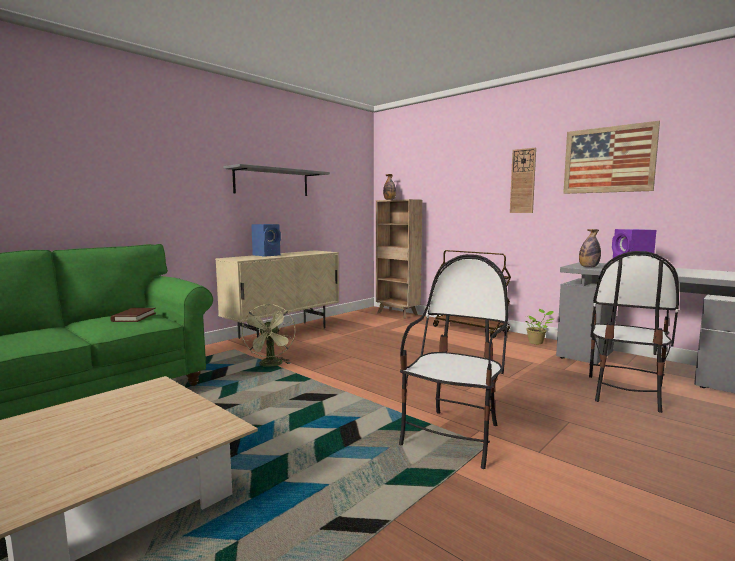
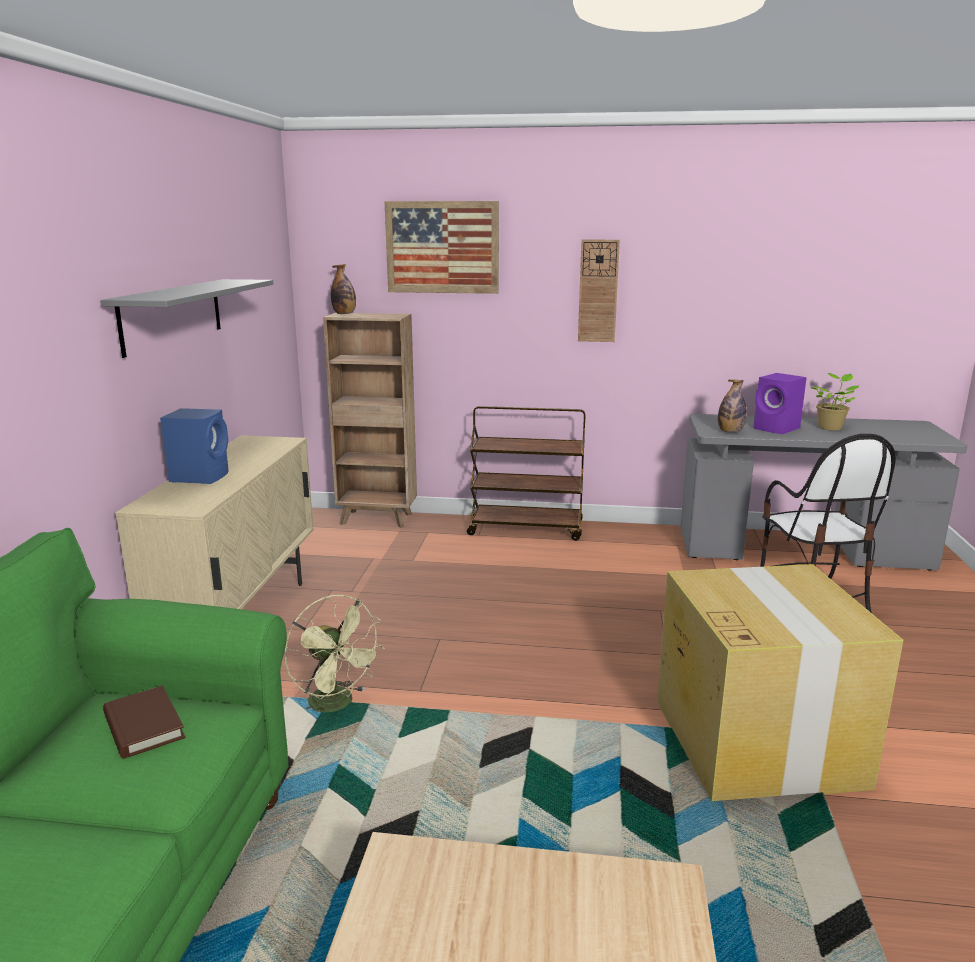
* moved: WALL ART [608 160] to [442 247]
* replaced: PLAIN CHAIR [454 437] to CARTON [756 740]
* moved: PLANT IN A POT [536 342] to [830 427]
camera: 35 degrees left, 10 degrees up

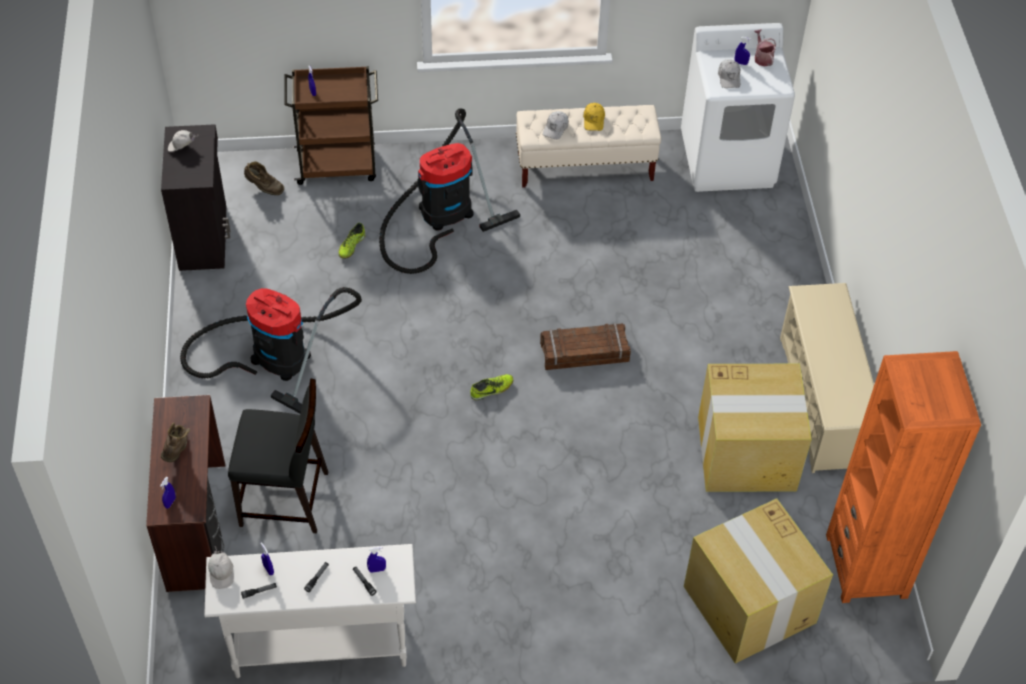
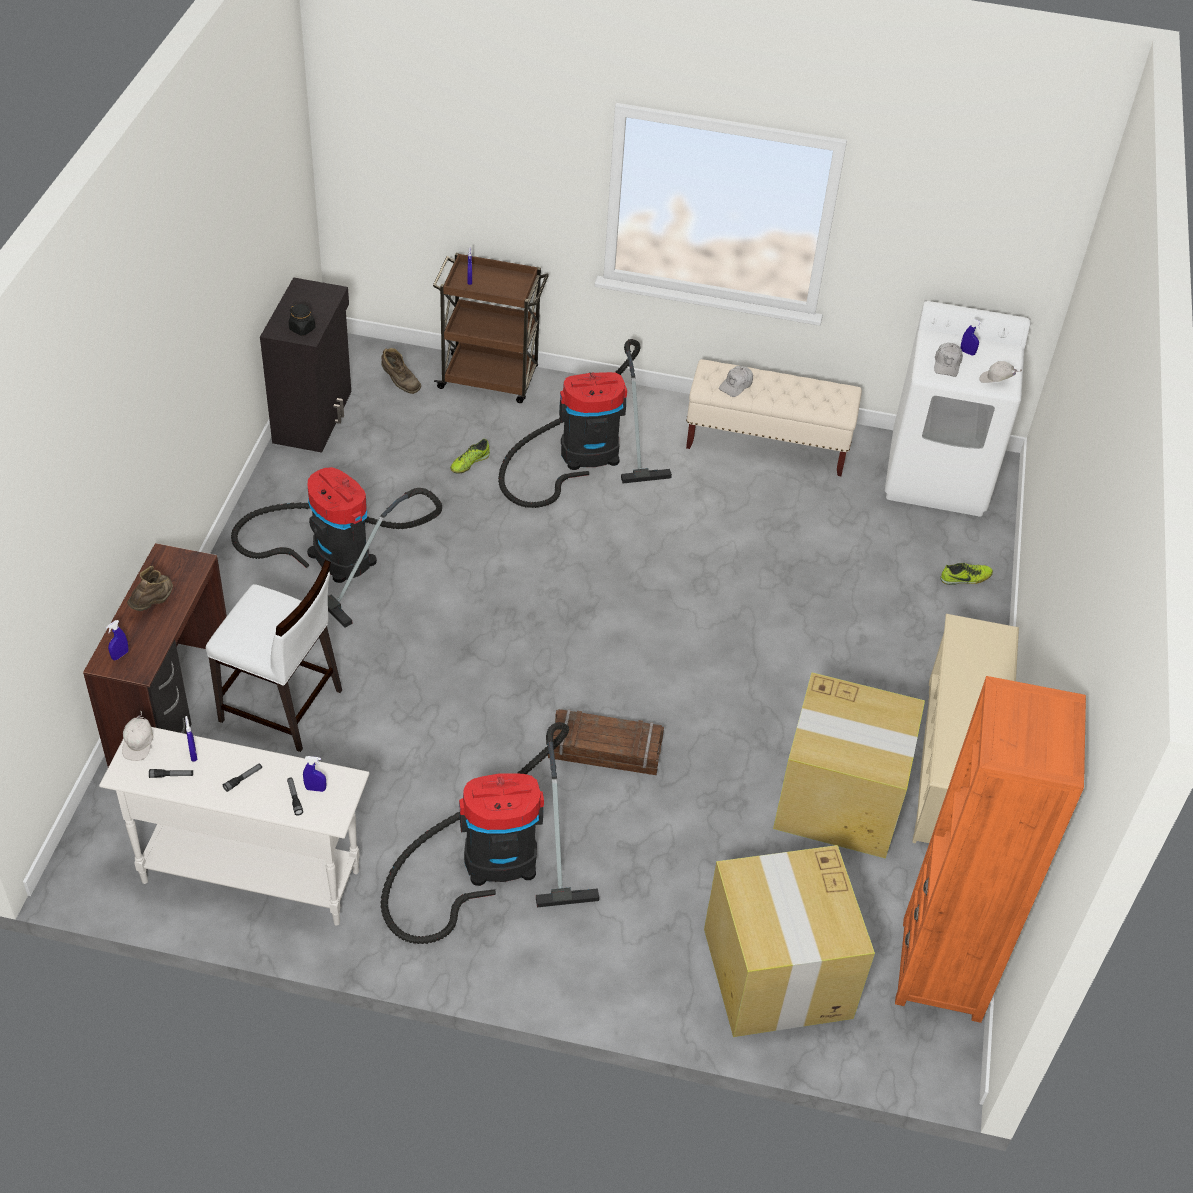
* removed: WATERING CAN [762 57]
* removed: YELLOW BASEBALL CAP [594 120]
* moved: WHITE BASEBALL CAP [182 147] to [996 381]
* moved: SHIPPING CRATE [584 353] to [605 750]
* moved: ITEM OF FOOTWEAR [492 390] to [965 578]
* recoloured: BLACK PLAIN CHAIR [285 499] to WHITE PLAIN CHAIR [281 706]
* added: BLACK STORAGE JAR [302 329]
* added: VACUUM [491 862]
camera: 15 degrees right, 5 degrees down

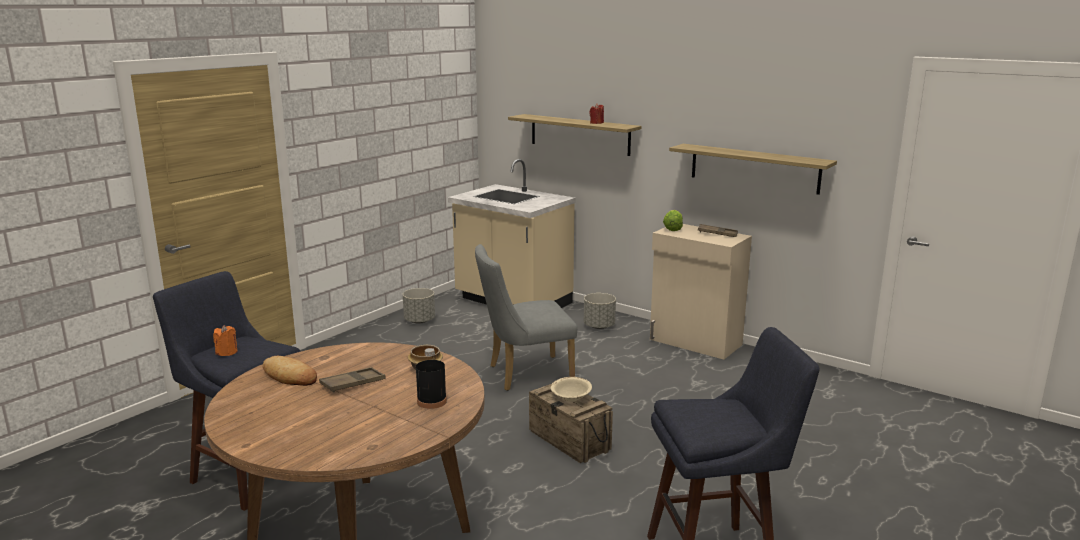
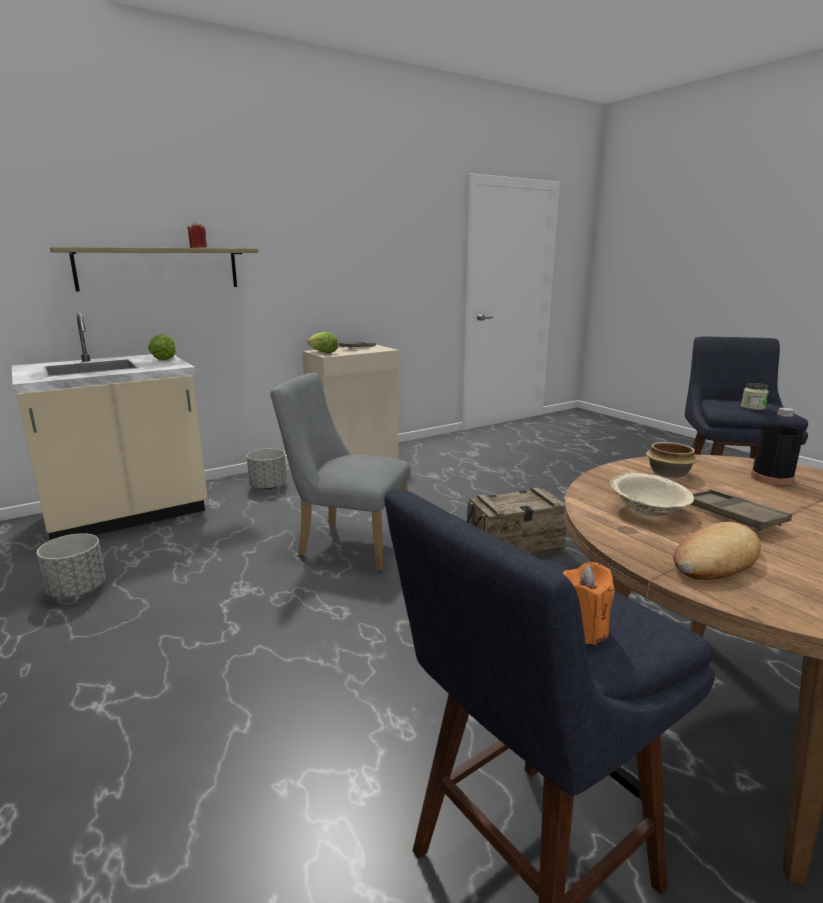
* removed: BRACKET SHELF [754 168]
* turned: GRAY PLAIN CHAIR [524 374] = [346 544] 105 degrees clockwise
* moved: BEIGE-COLOURED DEEP DISH [571 397] to [648 510]
* added: LETTUCE [164 359]
* added: STORAGE JAR [752 407]
camera: 70 degrees left, 0 degrees up

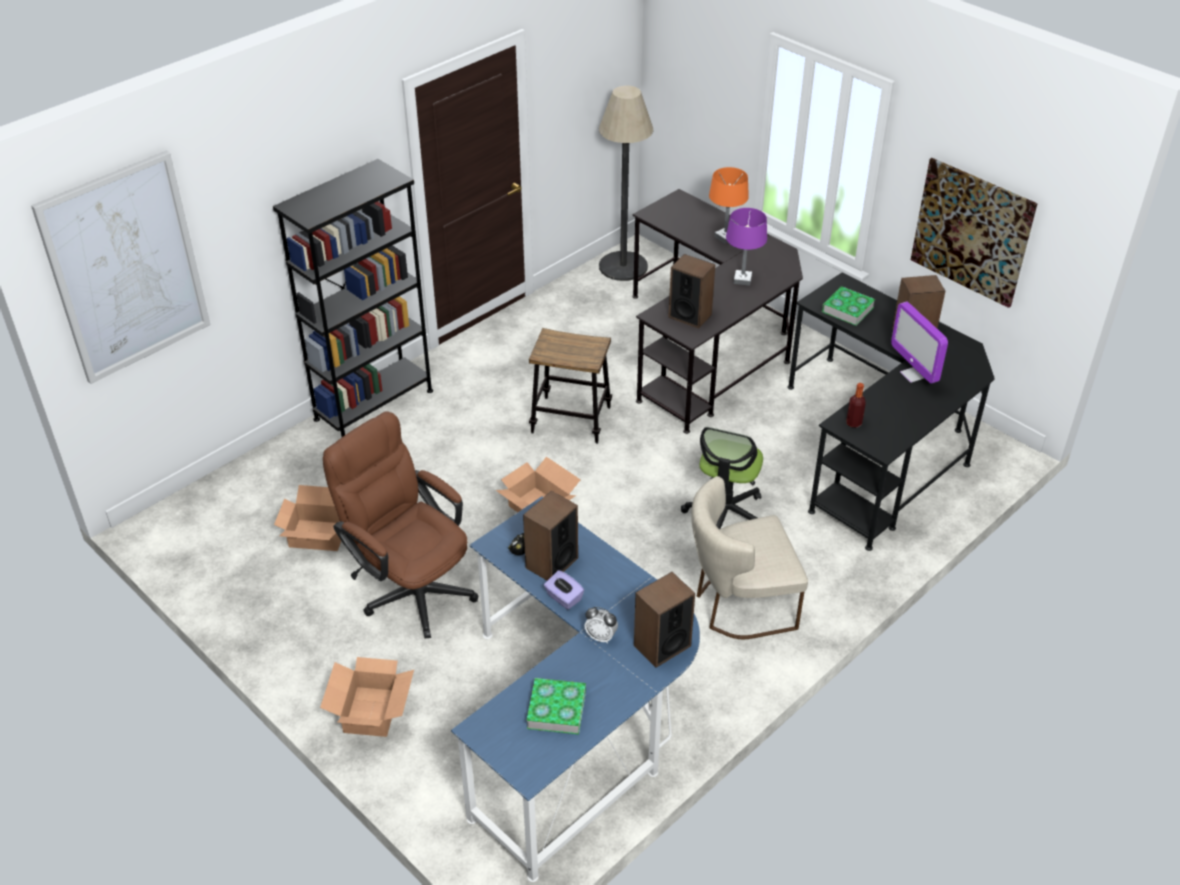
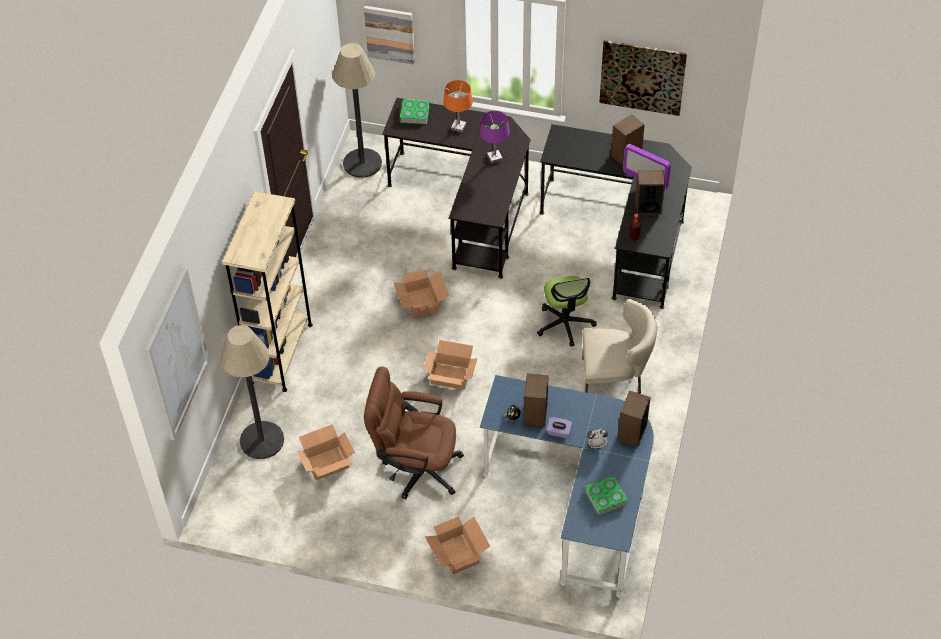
* recoloured: BLACK SHELVING UNIT [374 405] to BEIGE-COLOURED SHELVING UNIT [281 354]
* moved: SPEAKER [690 315] to [648 207]
* moved: VOLUME [847 309] to [414 114]
* replaced: STOOL [571 420] to CARTON [421 303]
* turned: BEIGE-COLOURED PLAIN CHAIR [738 605] = [614 381] 135 degrees counterclockwise
* added: WALL ART [390 34]
* added: FLOOR LAMP [262 440]
camera: 30 degrees left, 10 degrees up

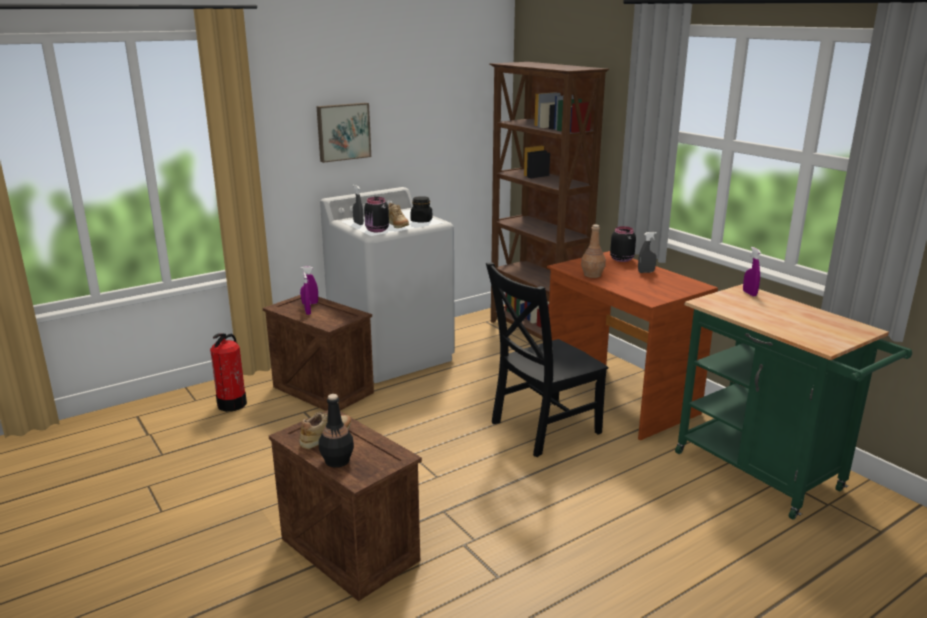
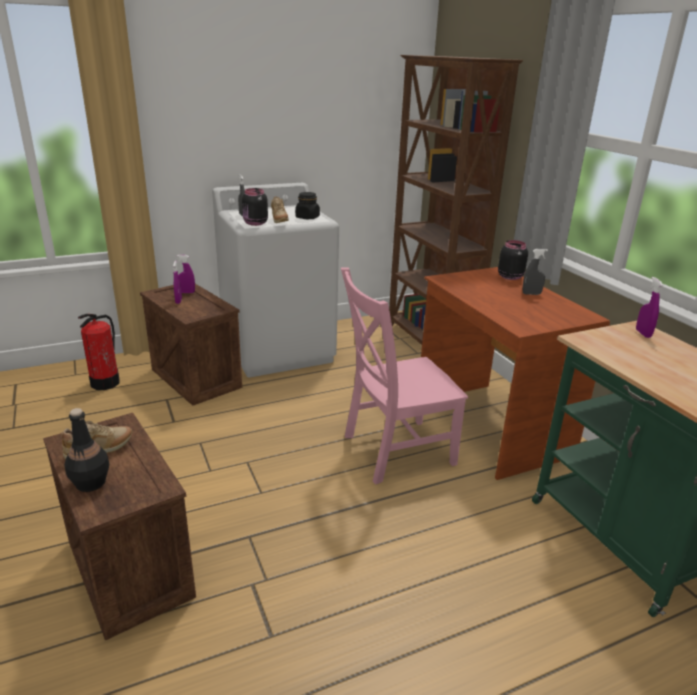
* removed: WALL ART [343 131]
* removed: BROWN-COLOURED DRINK BOTTLE [592 275]
* recoloured: BLACK PLAIN CHAIR [541 429] to PINK PLAIN CHAIR [394 450]
camera: 10 degrees right, 5 degrees up

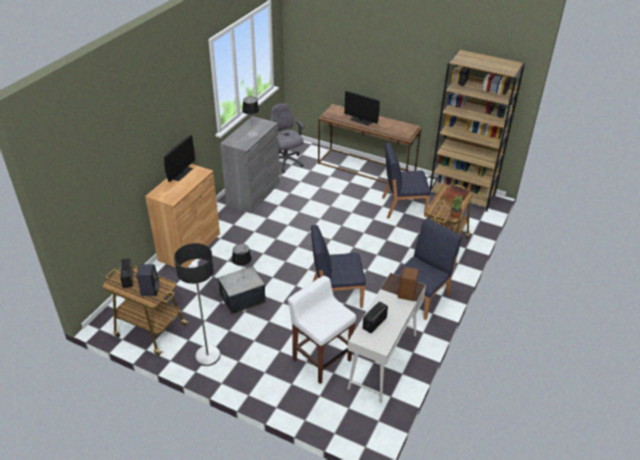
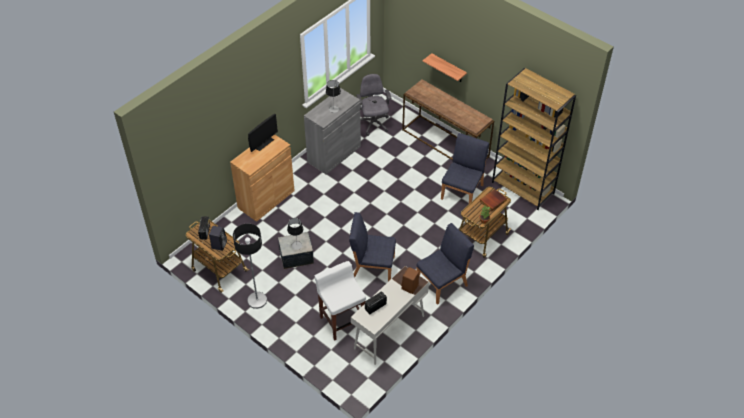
* removed: MONITOR [361 120]
* turned: BLUE-COLOURED PLAIN CHAIR [403 207] = [462 191] 105 degrees clockwise
* added: BRACKET SHELF [448 68]
camera: 15 degrees right, 10 degrees up

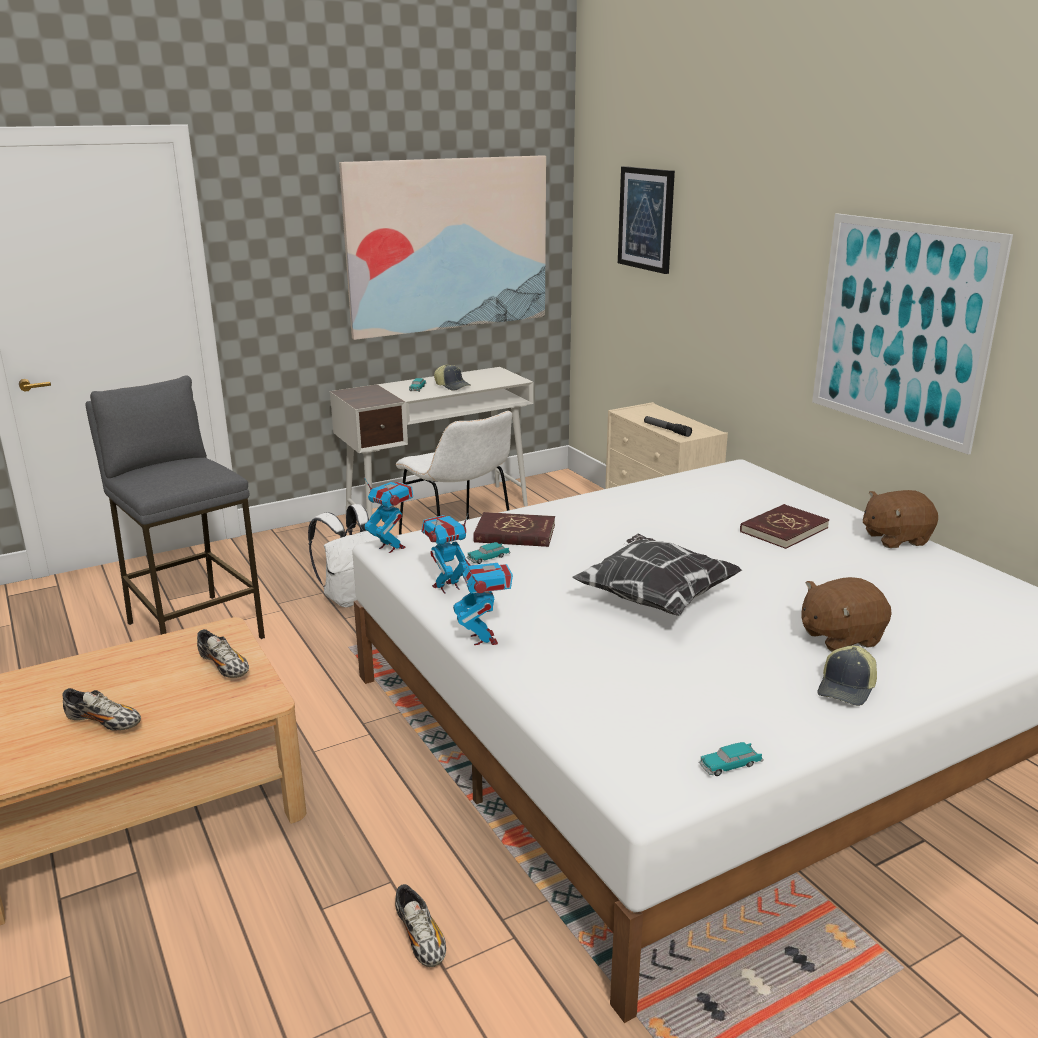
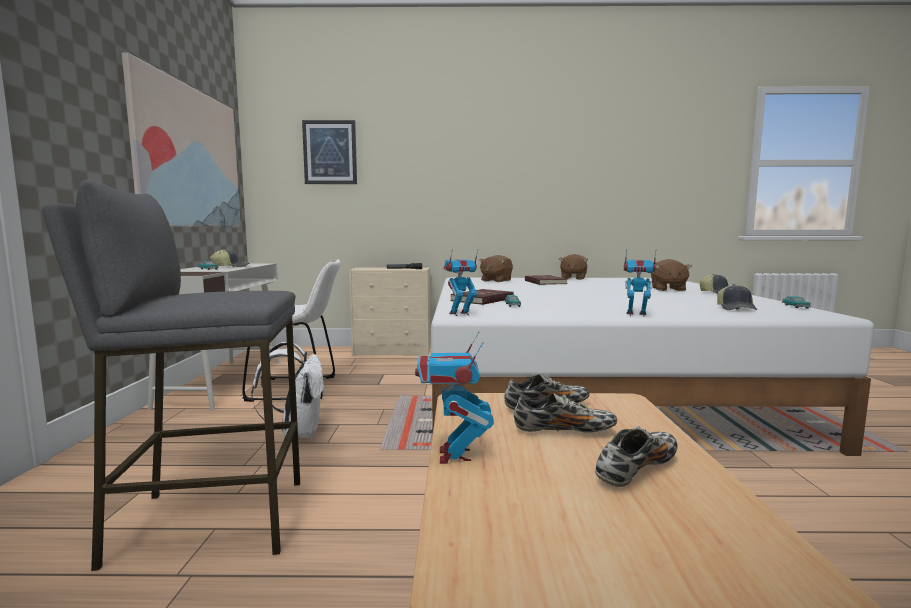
* removed: WALL ART [901 328]
* moved: MODEL ROBOT [446 587] to [454 455]
* removed: THROW PILLOW [654 598]
* moved: ITEM OF FOOTWEAR [420 938] to [564 431]
* added: BROWN-COLOURED SOFT TOY [495 280]
* added: BASEBALL CAP [736 309]
camera: 60 degrees left, 15 degrees down

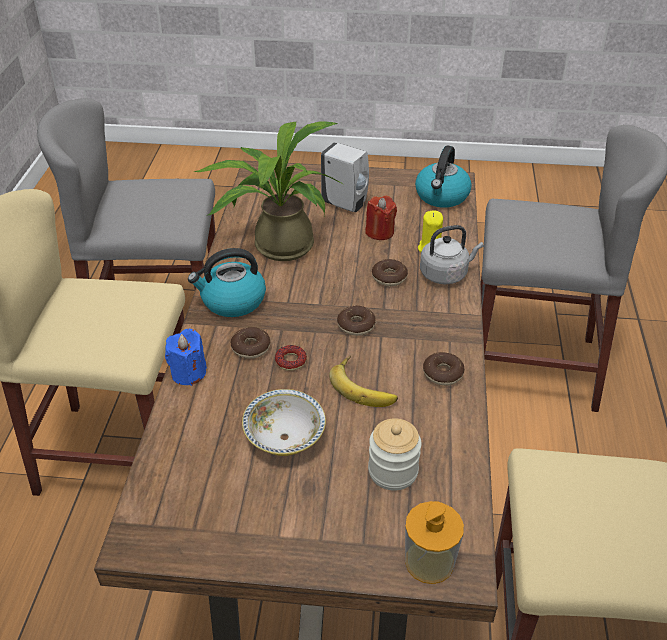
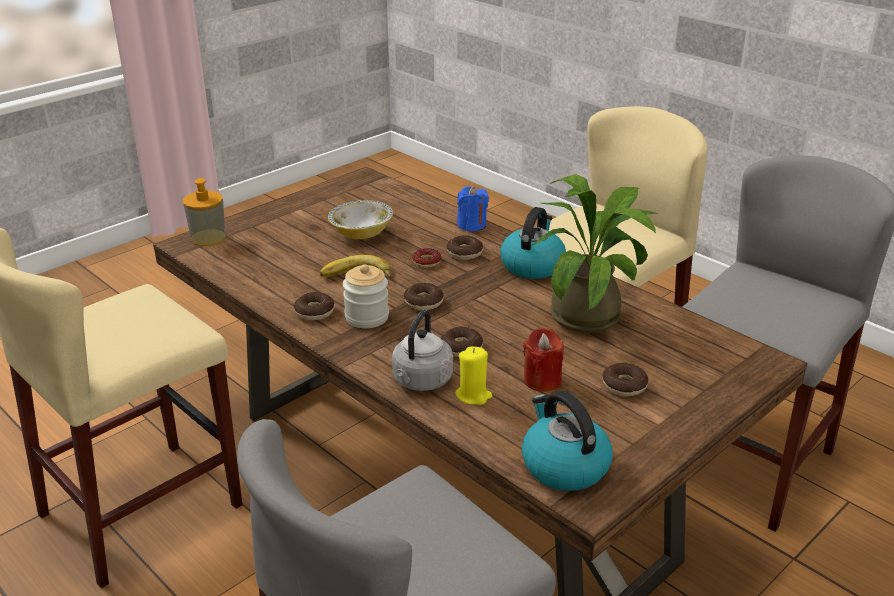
* replaced: WHITE SOAP DISPENSER [346 204] to DONUT [624 385]
* moved: STORAGE JAR [393 471] to [367 317]
camera: 130 degrees right, 10 degrees down

